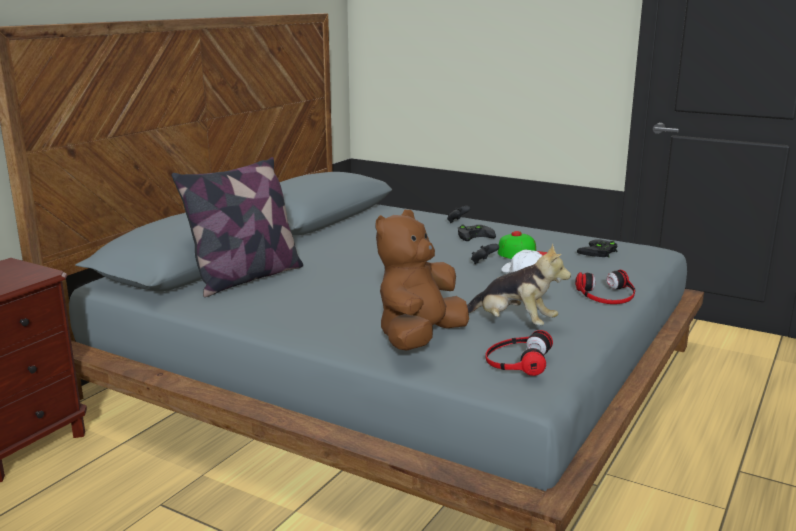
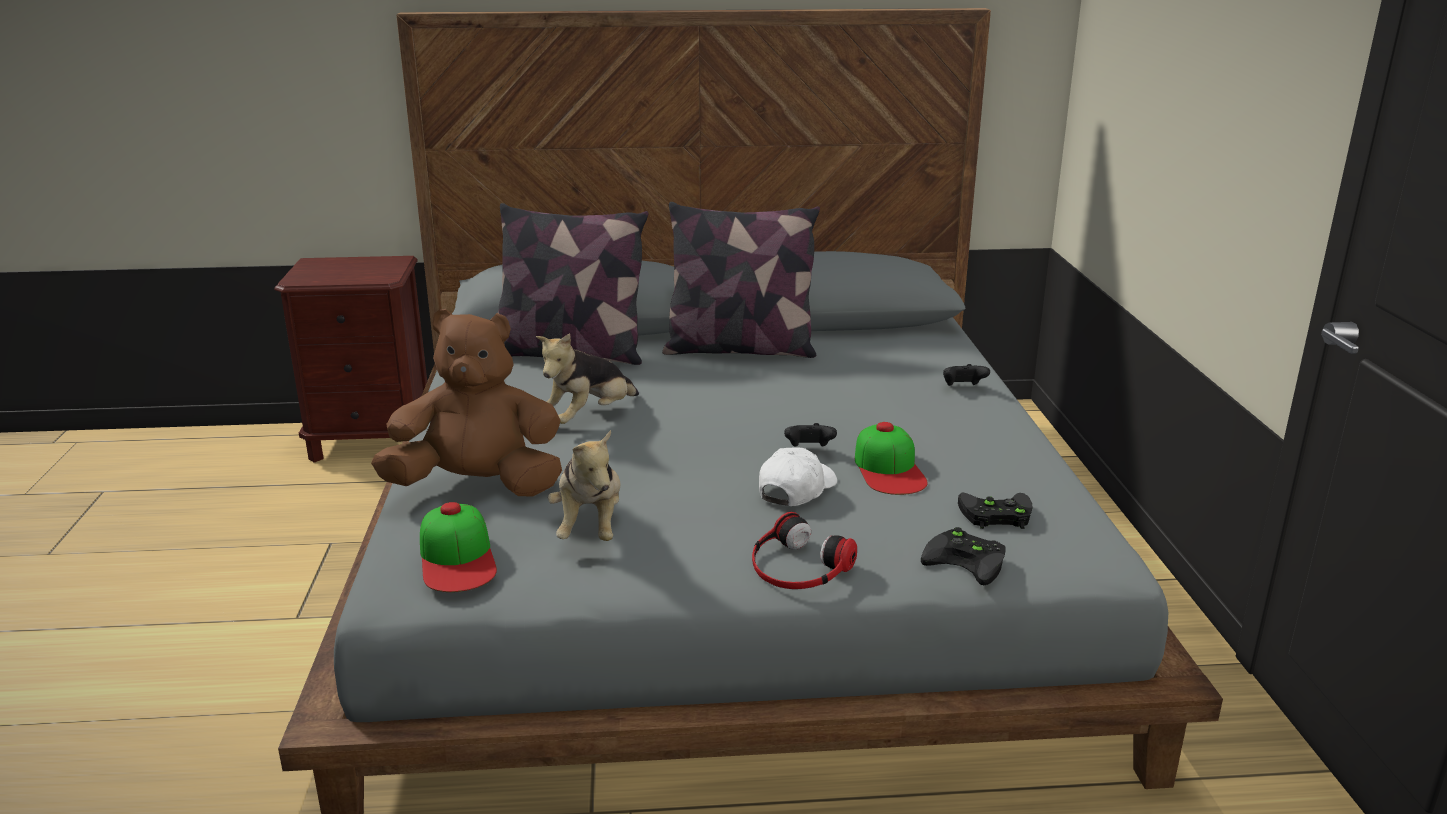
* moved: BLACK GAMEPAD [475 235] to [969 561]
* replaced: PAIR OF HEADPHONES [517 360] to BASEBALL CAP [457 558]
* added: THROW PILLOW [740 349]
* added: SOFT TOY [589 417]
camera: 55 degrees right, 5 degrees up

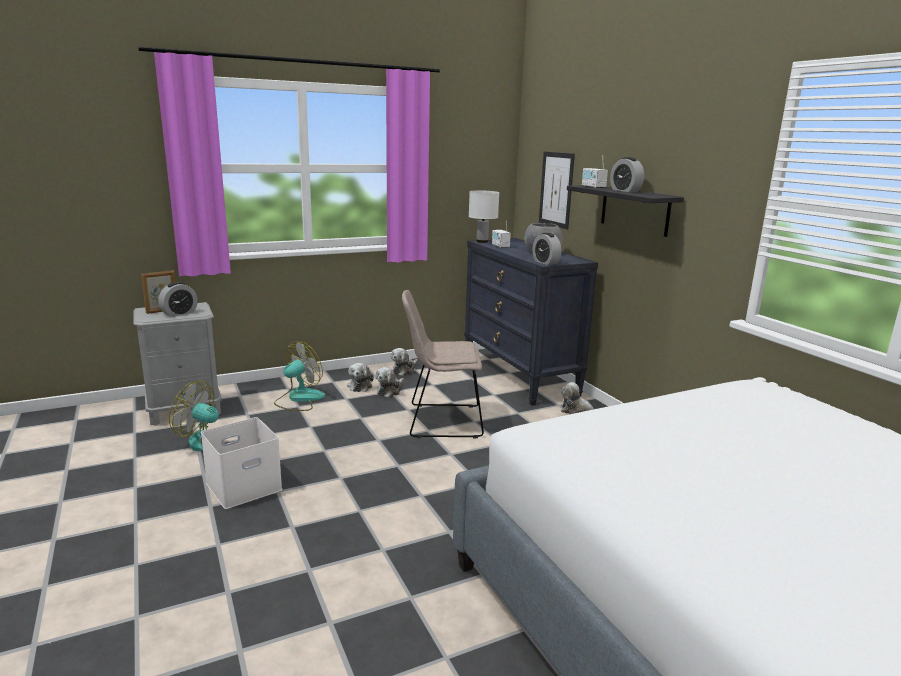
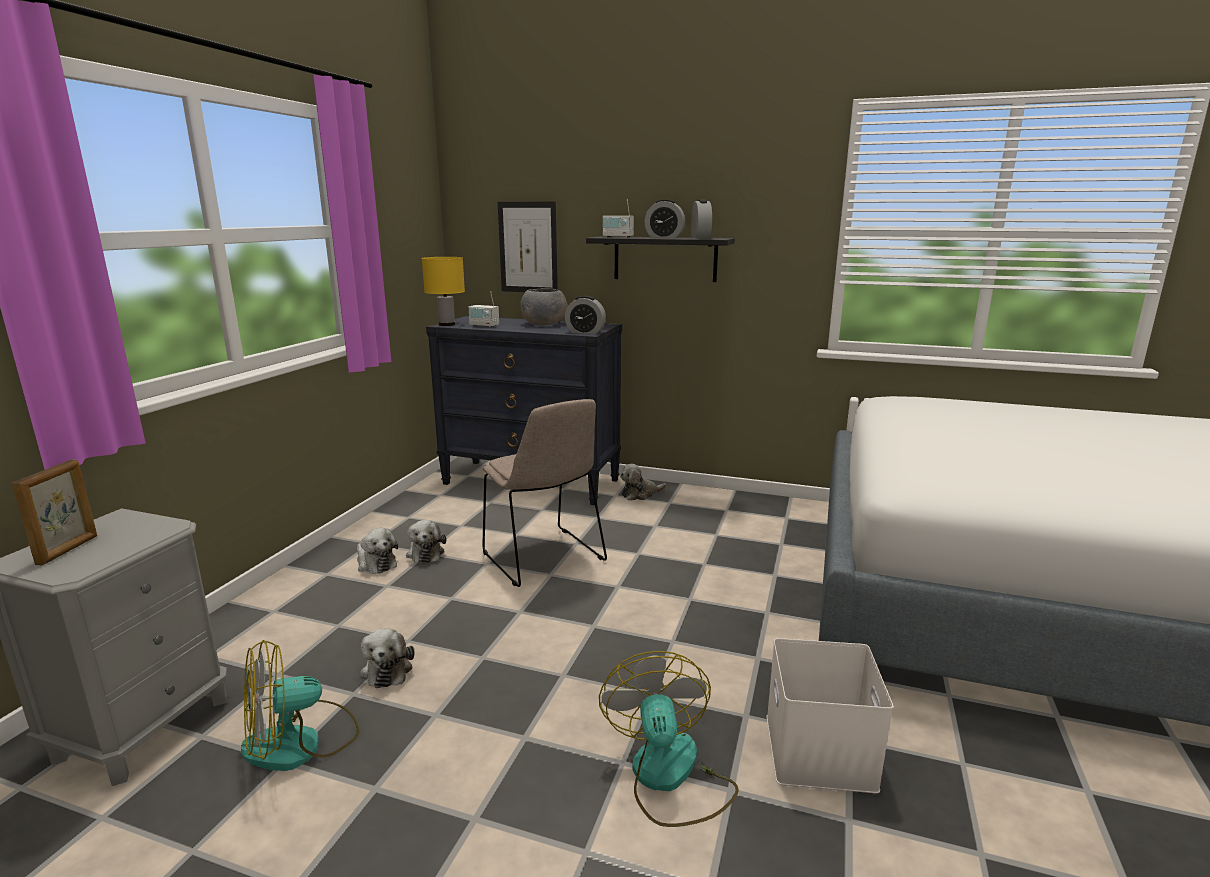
* recoloured: WHITE TABLETOP LAMP [482 241] to YELLOW TABLETOP LAMP [447 324]
* moved: BEDSIDE CLOCK [179 313] to [700 238]
* turned: BEIGE-COLOURED PLAIN CHAIR [441 421] = [544 558] 75 degrees counterclockwise
* moved: COOLING FAN [299 399] to [669 777]
* moved: SOFT TOY [404 370] to [387 668]
* moved: WHITE STORAGE BIN [244 485] to [816 749]
camera: 45 degrees left, 0 degrees up

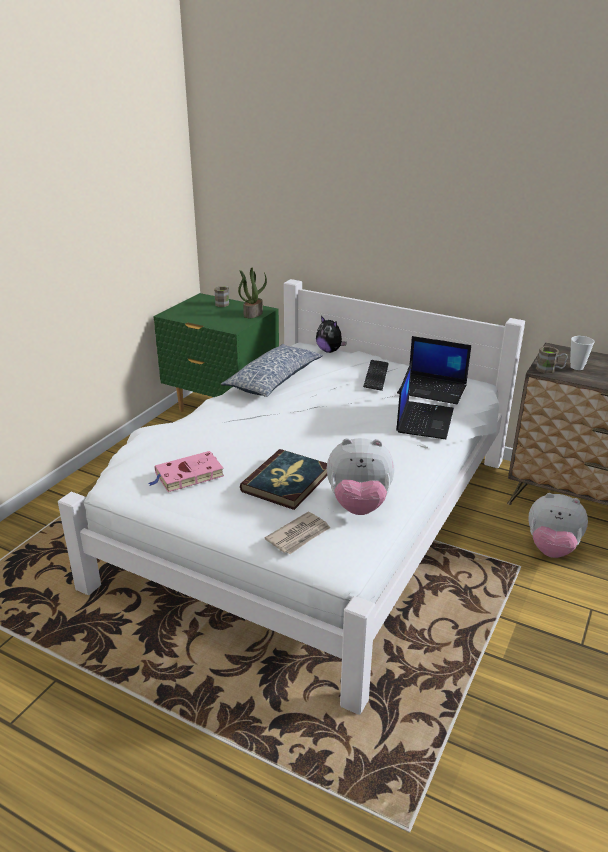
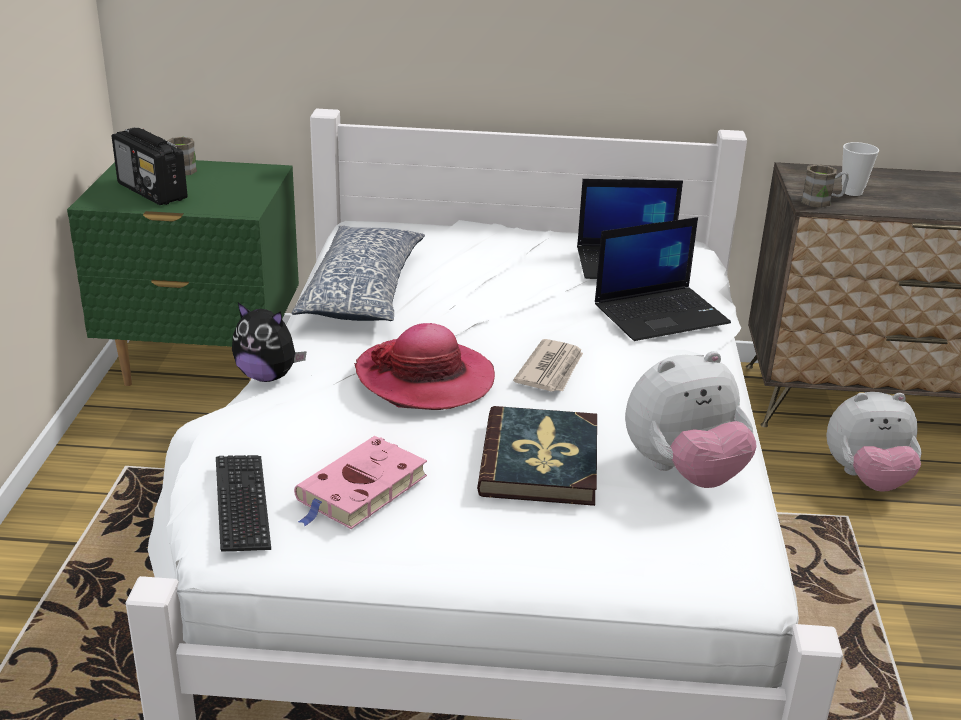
* removed: PLANT IN A POT [253 314]
* moved: SOFT TOY [329 351] to [267 376]
* moved: KEYBOARD [376 376] to [242 504]
* turned: PORTABLE COMPUTER [424 420] = [661 314] 75 degrees clockwise
* moved: DAILY PAPER [299 535] to [551 370]
* added: RADIO [152 192]
* added: WEARABLE HAT [425 378]
camera: 25 degrees left, 0 degrees up

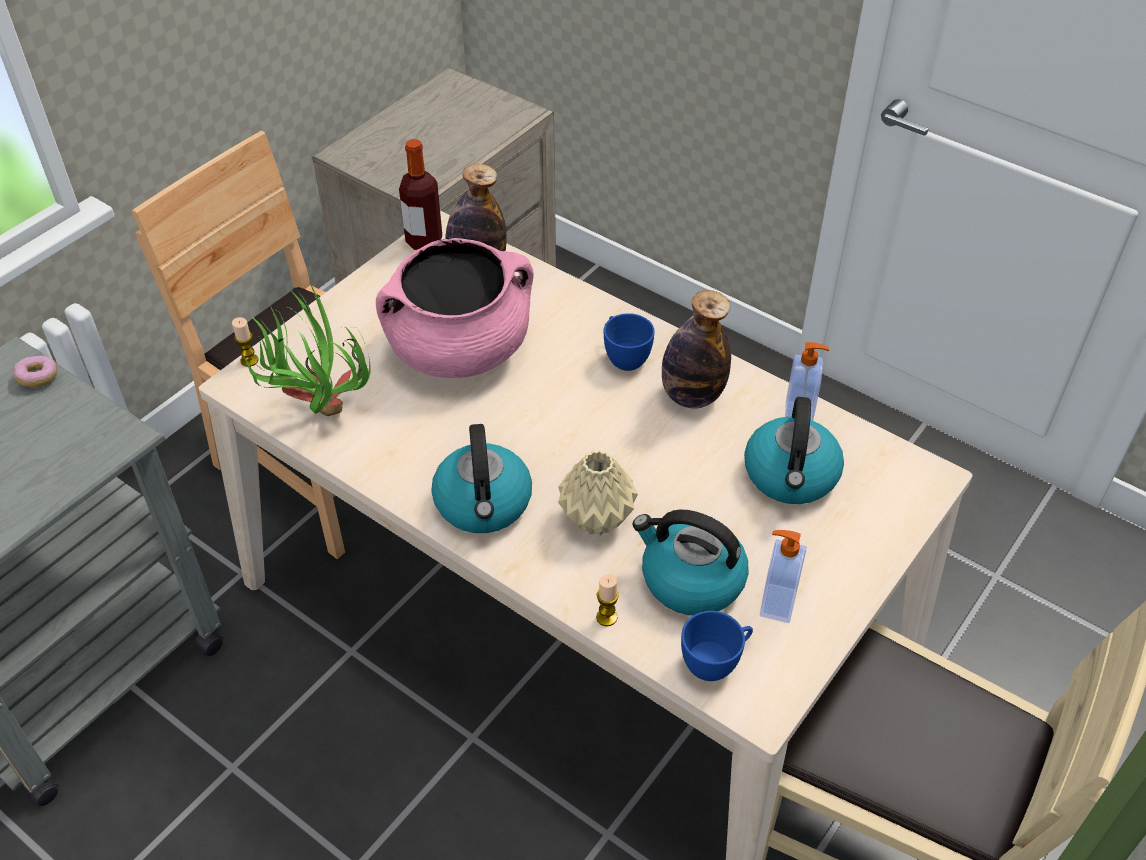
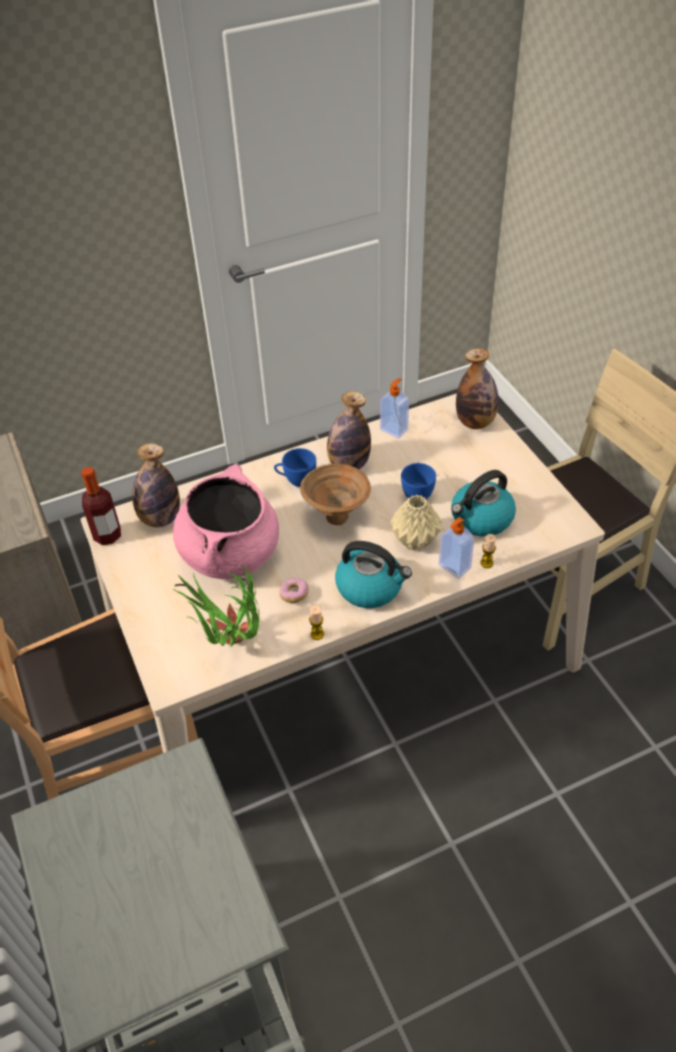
* moved: WAX LIGHT [249 360] to [317 634]
* moved: DONUT [38 378] to [294 594]
* removed: WATER KETTLE [791 476]
* moved: SOAP DISPENSER [776 603] to [454 567]
* moved: BLUE-COLOURED DRINKING CUP [715 662] to [417 492]
* added: DRINK BOTTLE [475 422]
* added: BROWN-COLOURED DEEP DISH [335 516]
camera: 60 degrees left, 0 degrees up

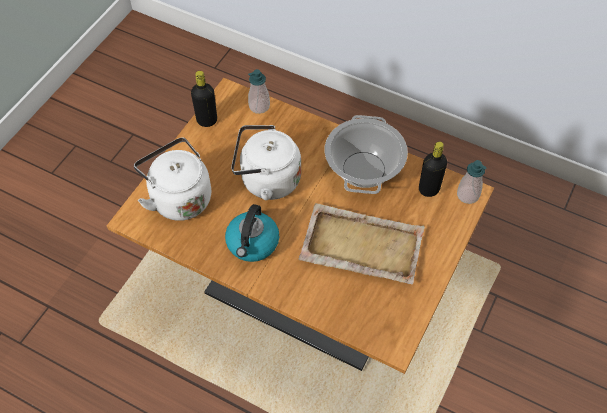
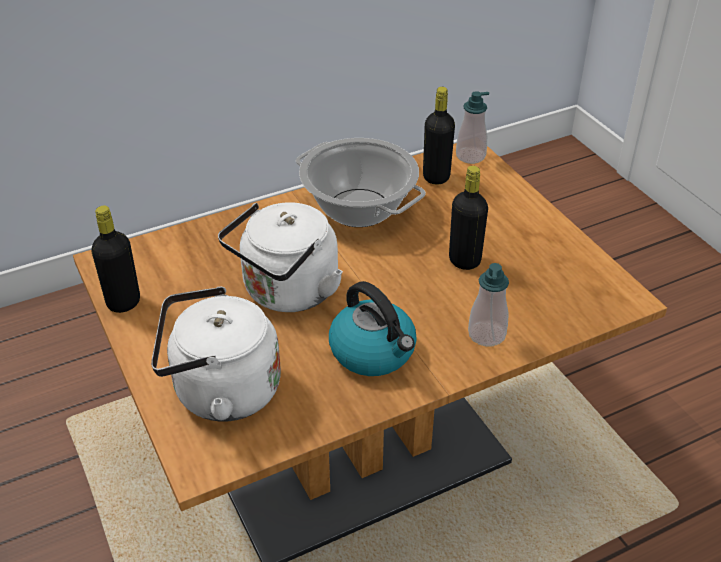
* moved: SOAP DISPENSER [259 106] to [486 334]
* replaced: BEIGE-COLOURED TRAY [360 245] to BLACK DRINK BOTTLE [464 260]
camera: 55 degrees left, 15 degrees down

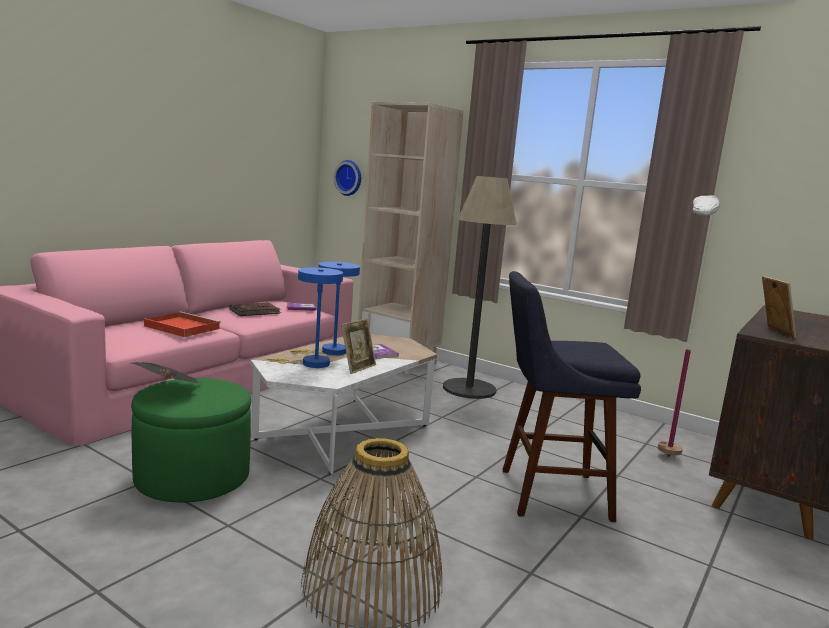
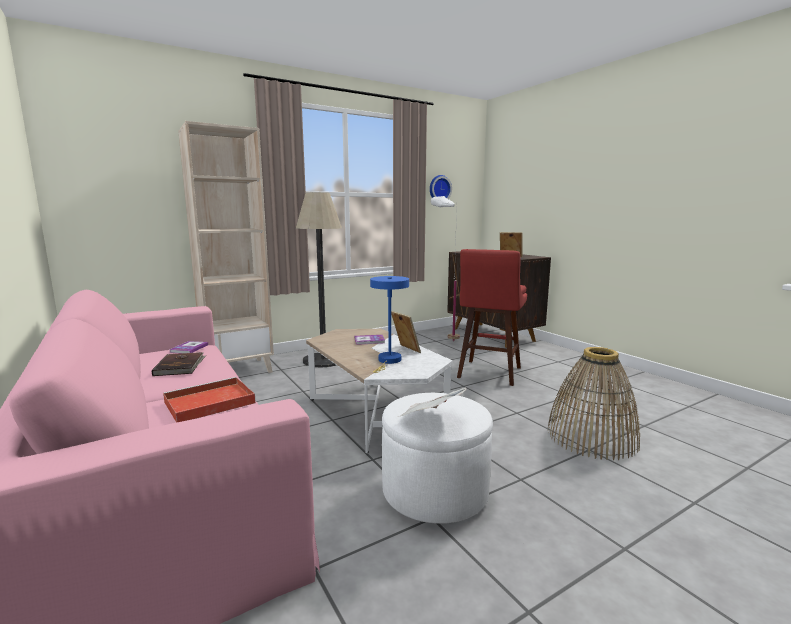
* moved: HANGING CLOCK [349 178] to [439 189]
* removed: BLUE-COLOURED TABLETOP LAMP [329 352]
* recoloured: BLUE-COLOURED STOOL [546 493] to RED STOOL [488 374]
* recoloured: GREEN FOOTREST [192 478] to WHITE FOOTREST [435 491]
camera: 65 degrees left, 0 degrees up

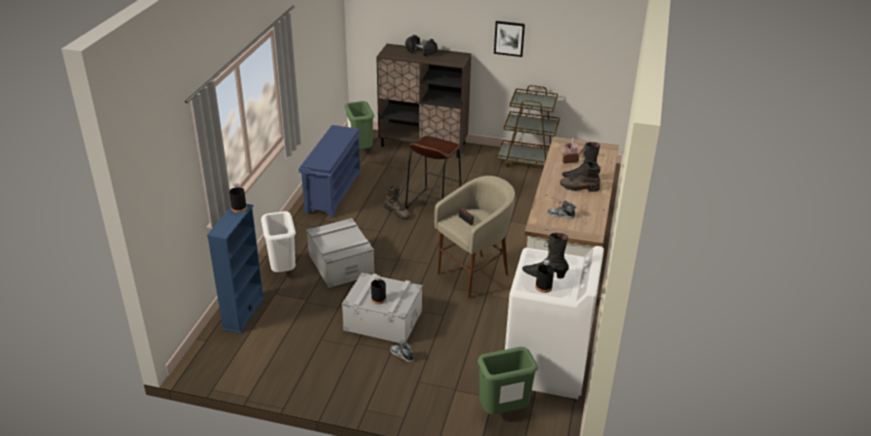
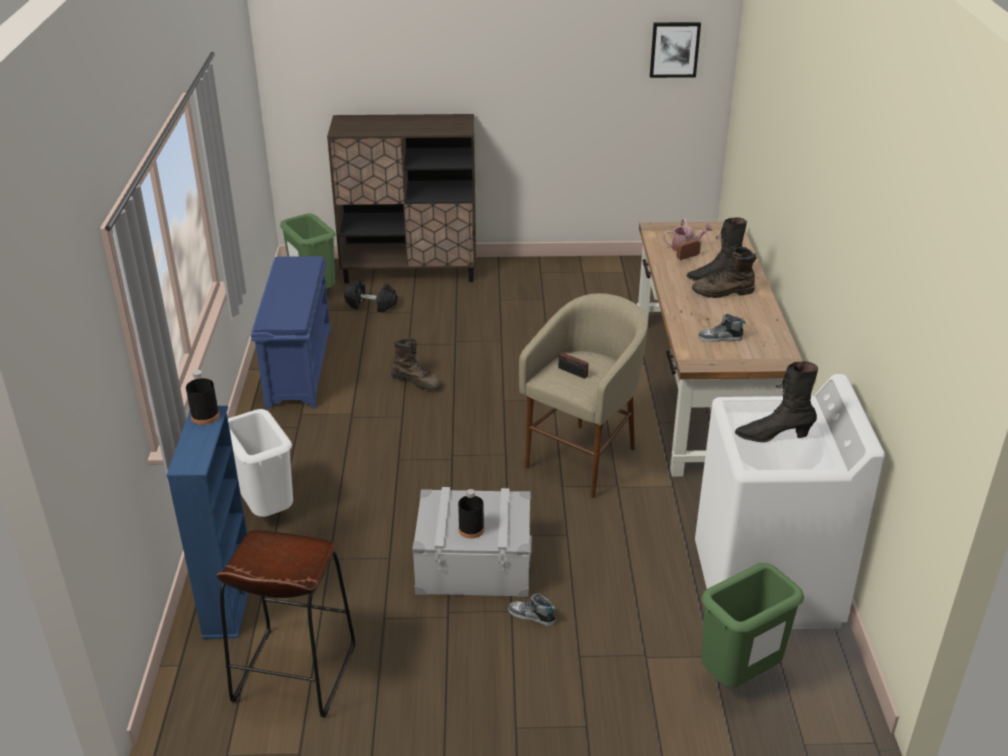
* moved: WALL ART [509 38] to [674 49]
* moved: BLACK DUMBBELL [421 52] to [371 305]
* removed: BROWN-COLOURED CART [528 161]
* moved: BROWN-COLOURED STOOL [433 204] to [294 673]
* removed: GRAY STORAGE BIN [341 264]
* removed: BLACK DRINK BOTTLE [543 287]
camera: 15 degrees left, 0 degrees up

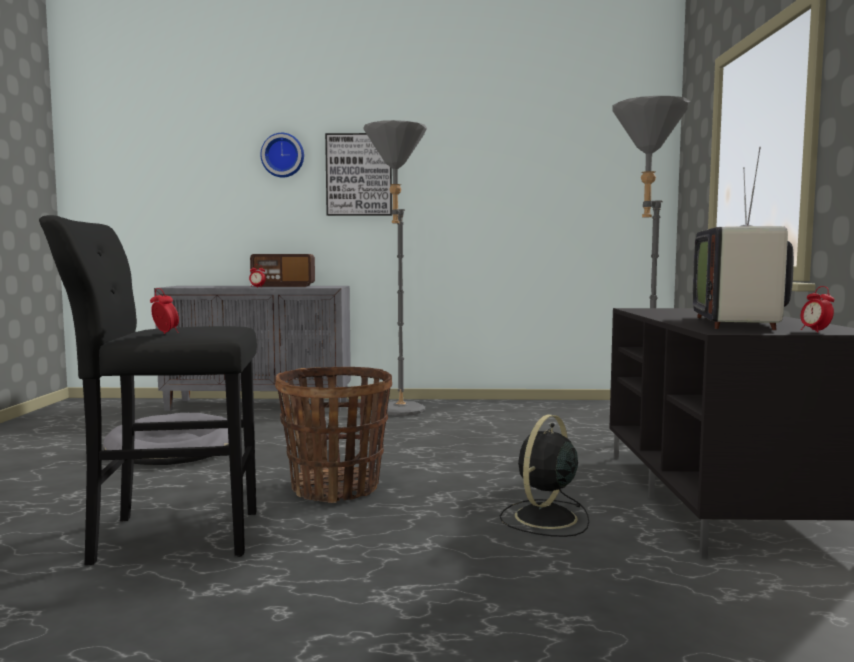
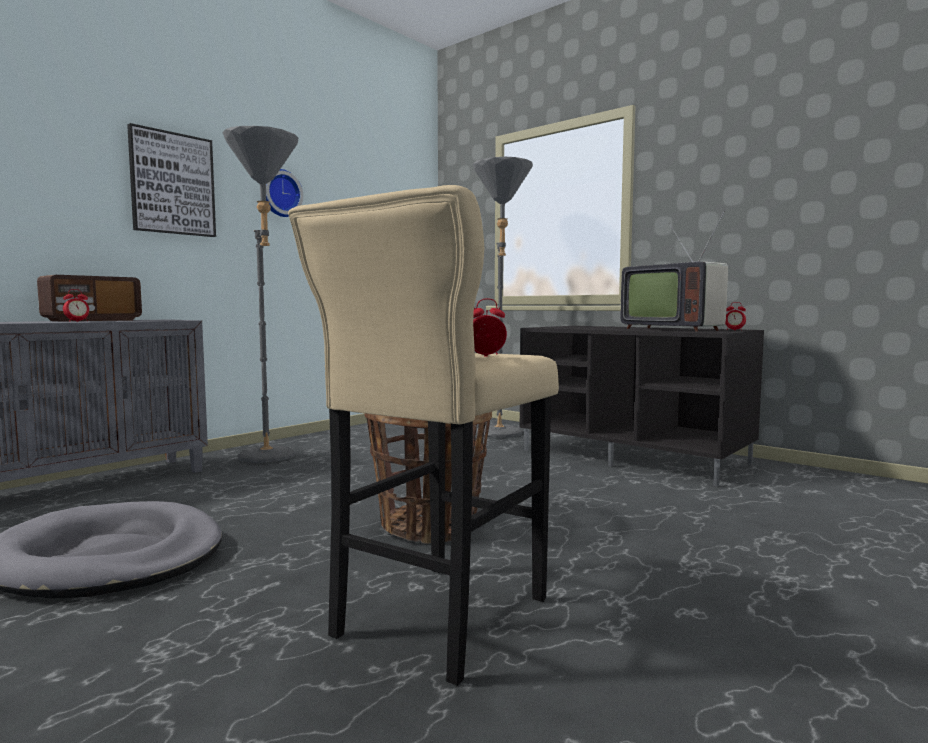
* moved: HANGING CLOCK [283 155] to [280 193]
* recoloured: BLACK STOOL [168 536] to BEIGE-COLOURED STOOL [436 622]
* removed: BLACK COOLING FAN [544 518]
camera: 50 degrees left, 0 degrees up

